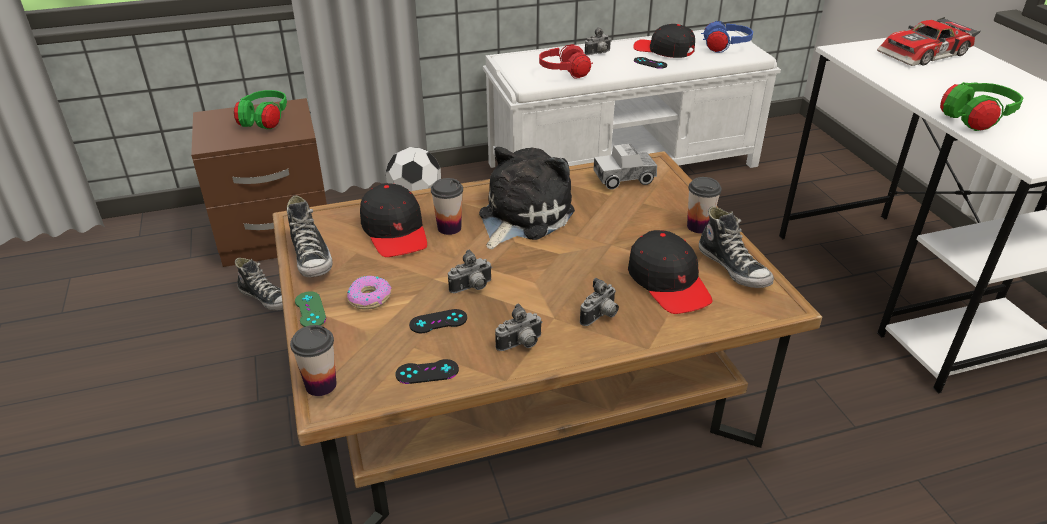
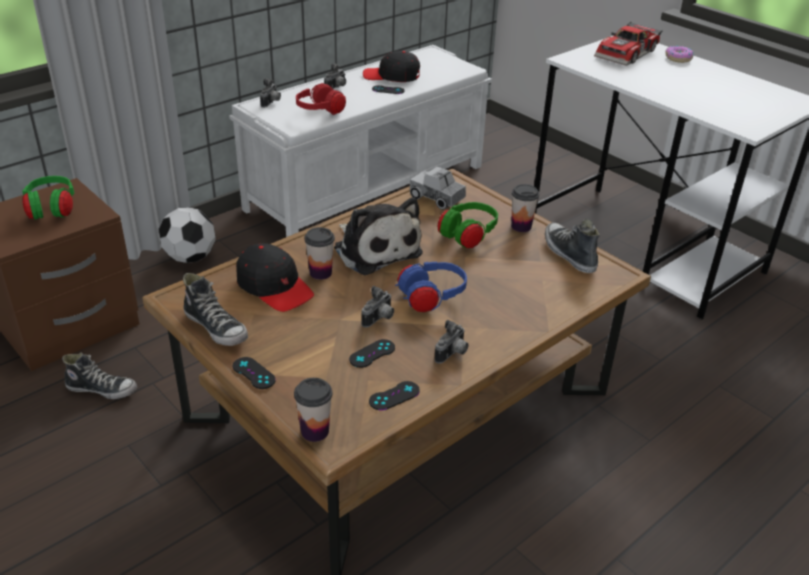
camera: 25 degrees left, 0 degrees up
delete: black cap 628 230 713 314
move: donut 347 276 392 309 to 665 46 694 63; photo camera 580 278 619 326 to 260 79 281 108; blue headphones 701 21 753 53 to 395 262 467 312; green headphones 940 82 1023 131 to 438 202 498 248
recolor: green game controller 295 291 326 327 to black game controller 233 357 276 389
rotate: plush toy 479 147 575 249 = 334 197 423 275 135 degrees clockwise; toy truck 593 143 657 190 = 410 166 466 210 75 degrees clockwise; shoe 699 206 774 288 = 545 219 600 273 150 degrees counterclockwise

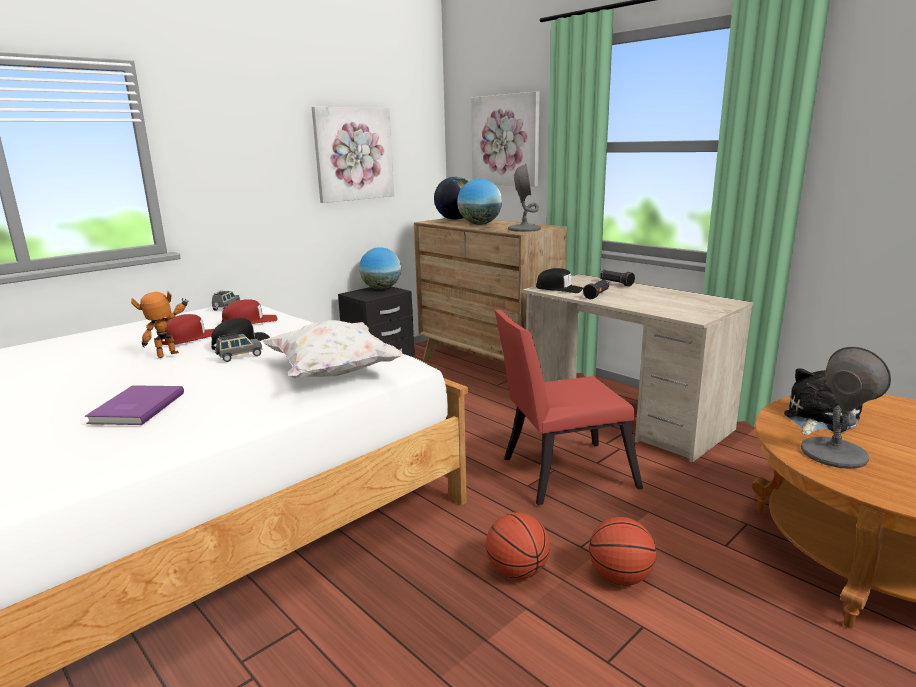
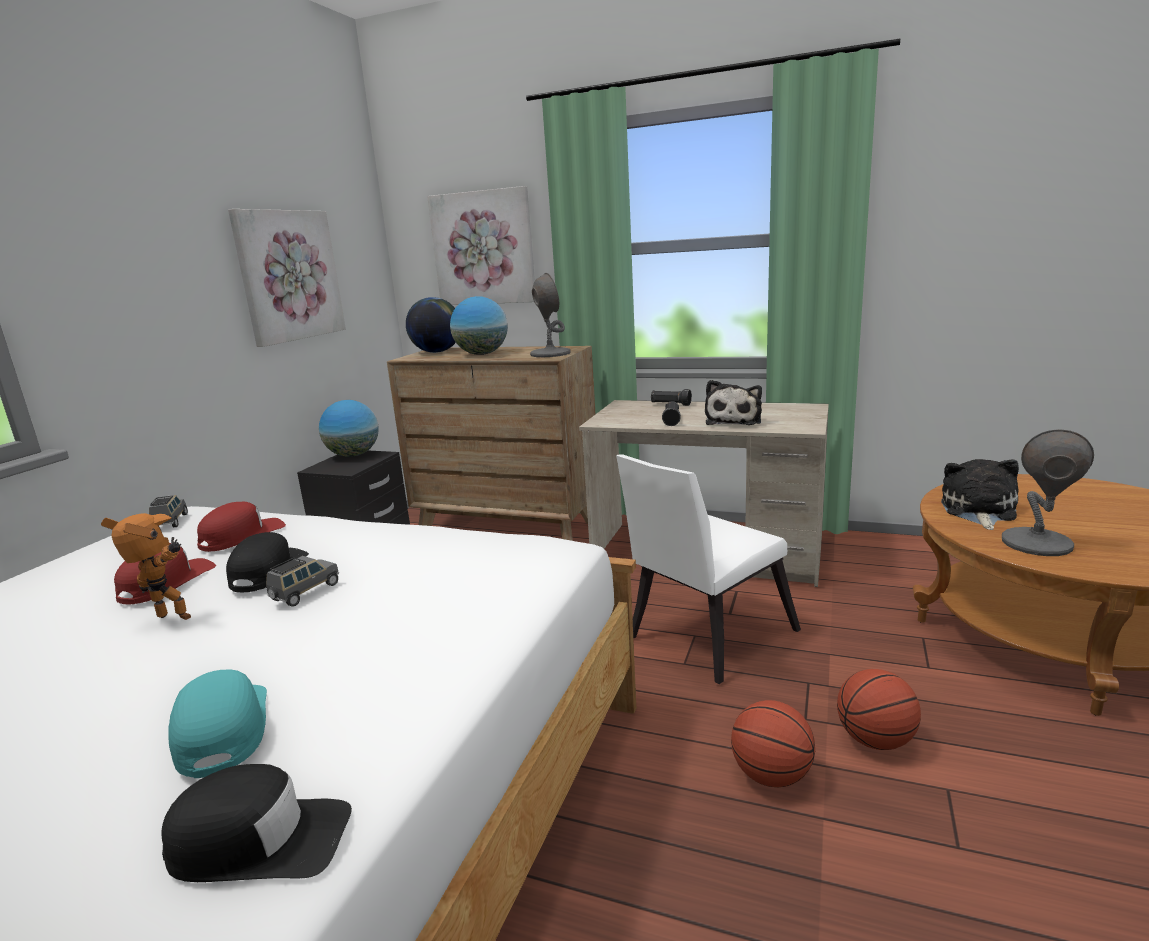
camera: 25 degrees left, 0 degrees up
delete: white pillow 263 320 403 378
insert: plush toy 705 380 762 425
move: black cap 536 268 583 293 to 162 764 352 882
replace: purple book 85 385 184 425 to turquoise cap 168 670 267 778
recolor: red chair 495 310 643 505 to white chair 616 454 801 684
rotate: toy robot 131 291 188 358 = 101 513 191 620 90 degrees clockwise

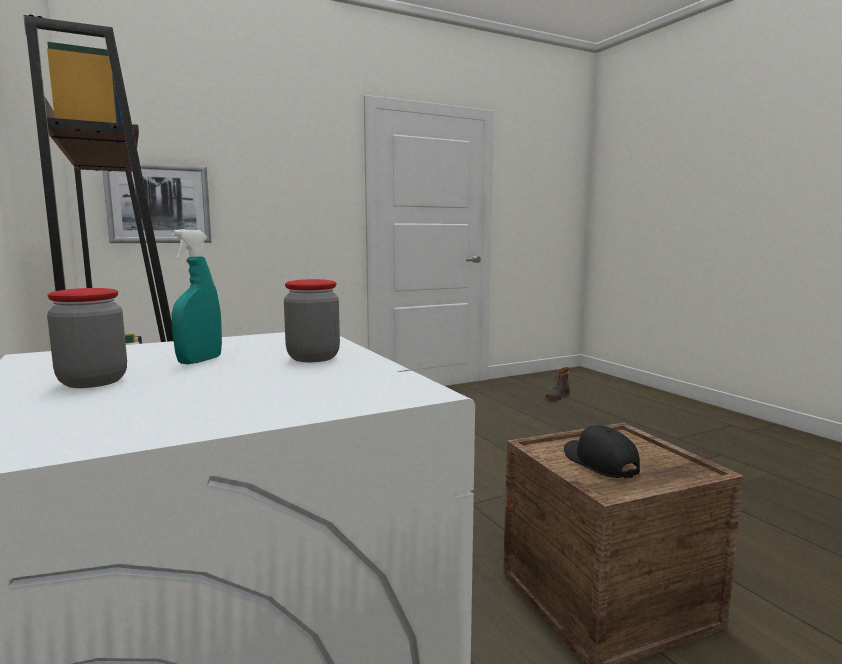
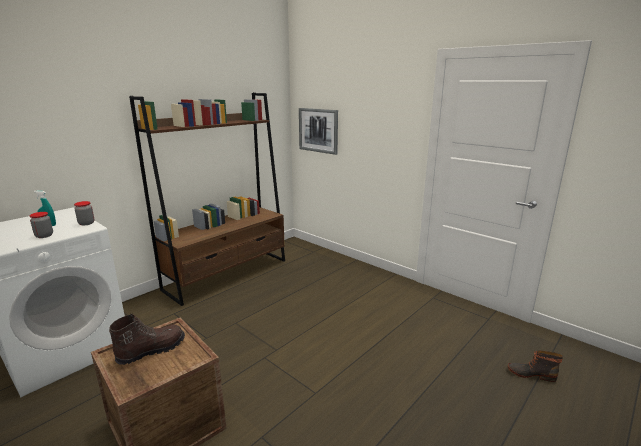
camera: 70 degrees right, 10 degrees up
move: jar 47 288 127 388 to 74 201 94 225
replace: black cap 564 425 640 478 to brown boot 109 314 185 365

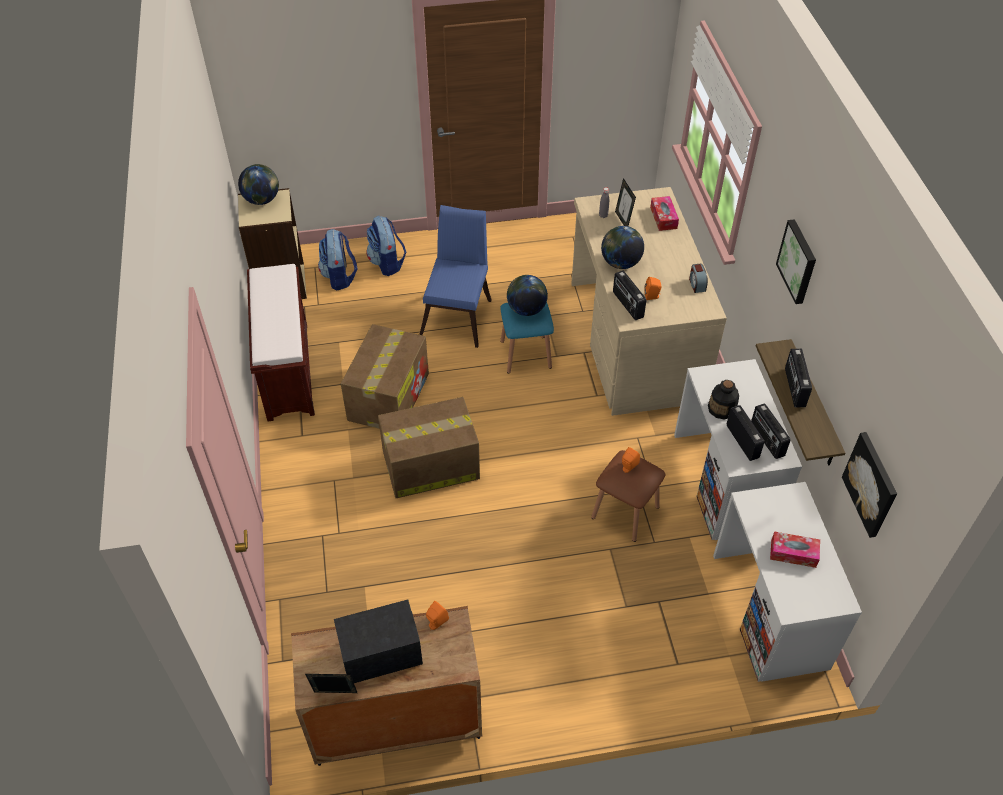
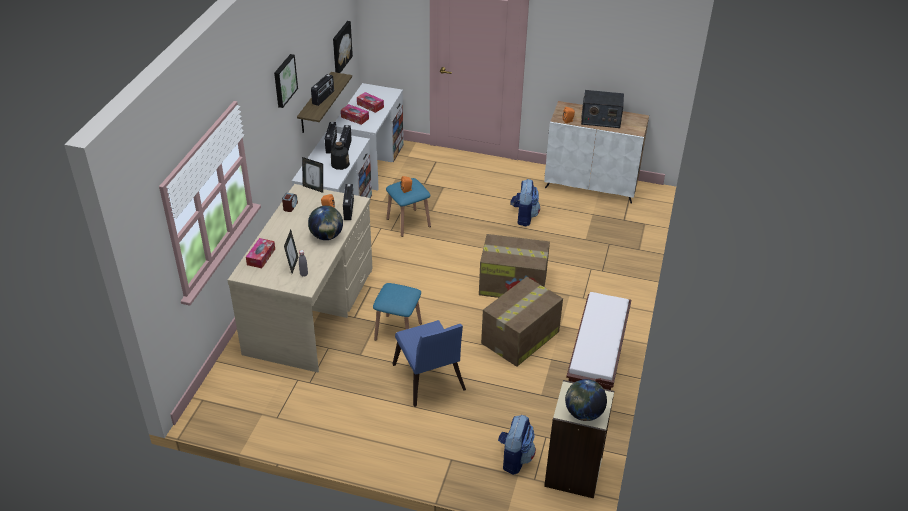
camera: 155 degrees left, 10 degrees down
delete: globe 507 275 548 316
insert: tissue box 341 104 369 125
move: picture frame 305 674 357 693 to 302 157 323 193; backpack 366 216 406 276 to 510 179 540 226
recolor: brown cabinet 291 606 482 766 to white cabinet 544 101 649 204; brown stool 591 450 666 542 to blue stool 386 178 431 237
rotate: blue chair 419 205 491 348 = 393 320 466 407 60 degrees counterclockwise

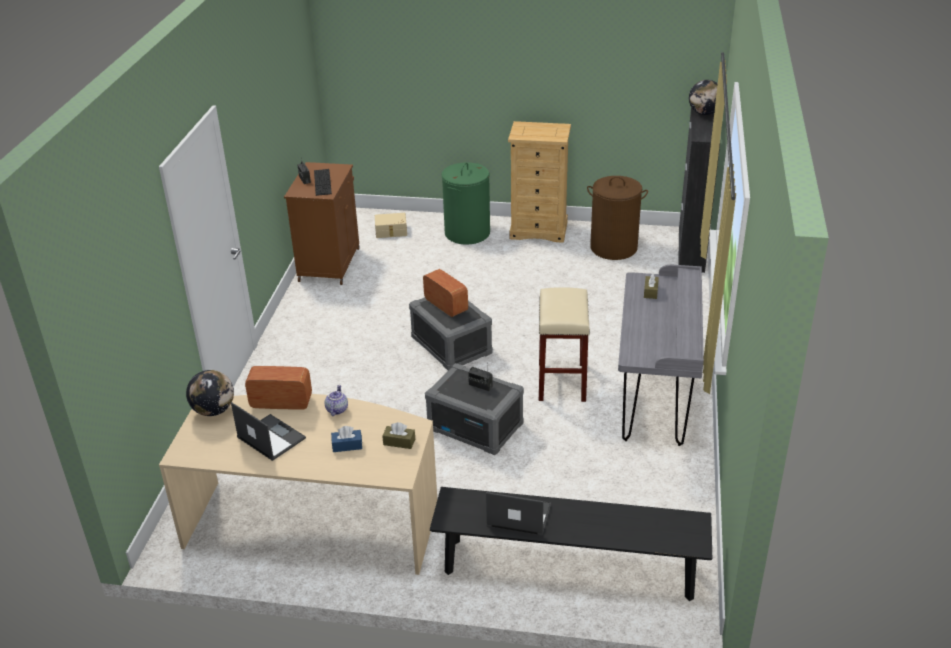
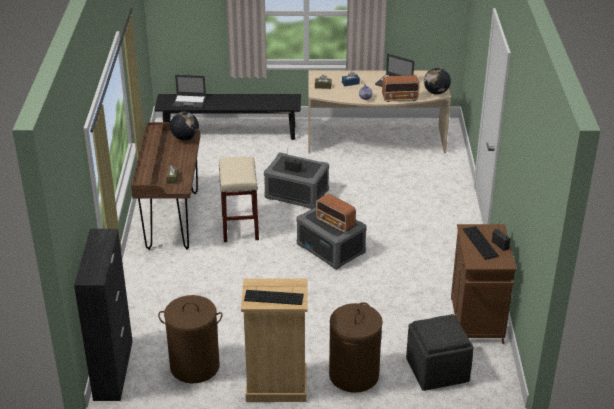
camera: 170 degrees right, 0 degrees up
insert: keyboard 244 290 304 305
move: laptop 486 492 551 536 to 173 75 206 108; globe 689 80 718 115 to 170 112 199 141
replace: beige storage box 375 213 407 238 to grey ottoman 406 314 474 391
recolor: green laundry basket 442 163 490 244 to brown laundry basket 329 302 383 393; grey desk 618 265 704 446 to brown desk 131 122 201 250

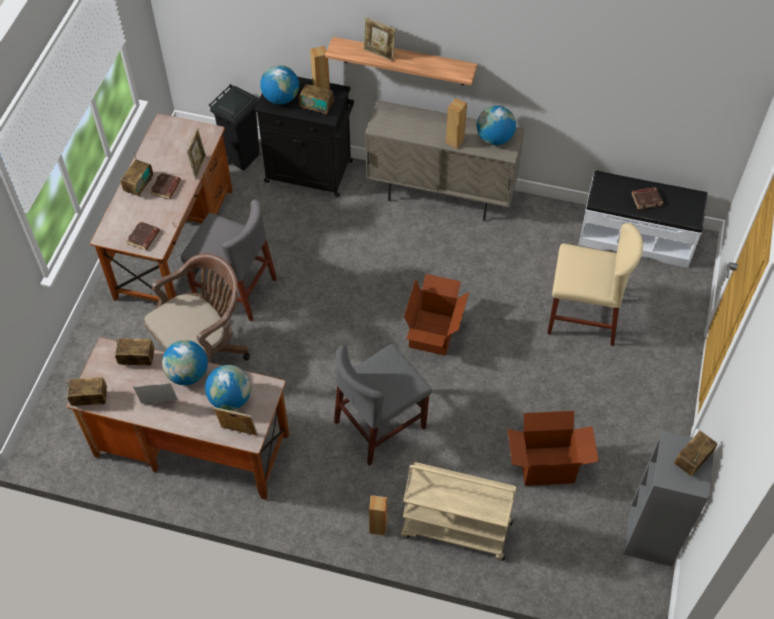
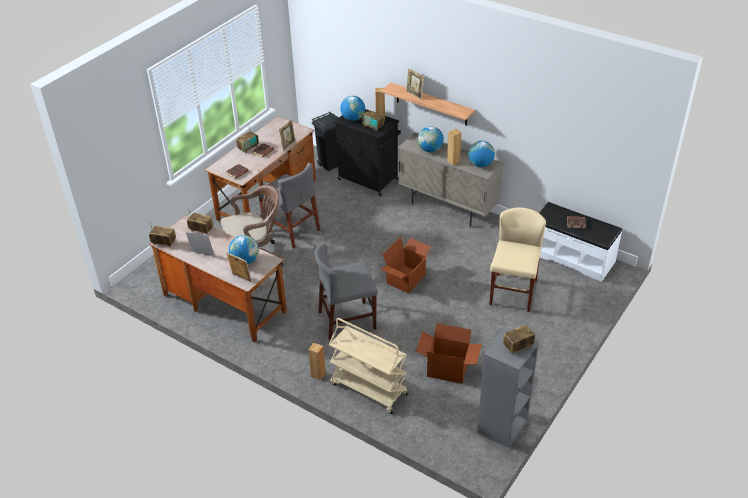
camera: 20 degrees right, 15 degrees down
move: globe 162 340 208 385 to 418 126 444 152
rotate: beige chair 547 223 643 346 = 489 207 546 312 105 degrees counterclockwise

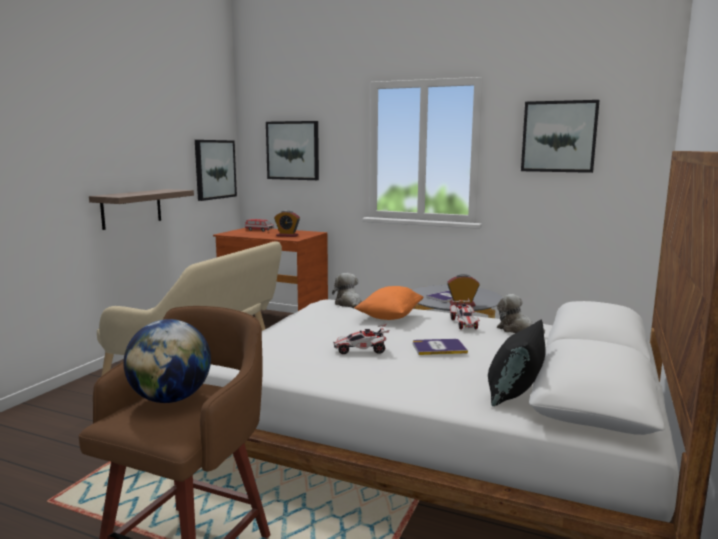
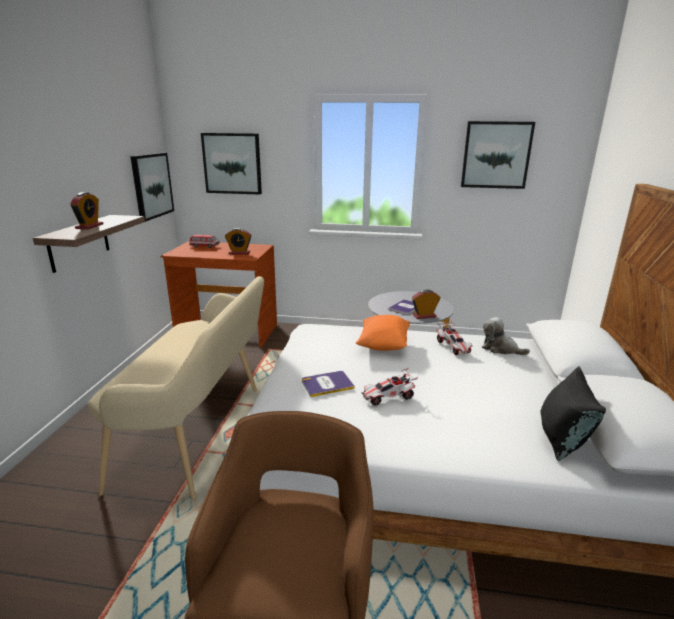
camera: 15 degrees left, 10 degrees up
delete: globe 123 319 211 403; plush toy 332 273 362 309
insert: alarm clock 70 192 103 229
move: book 413 339 468 355 to 302 371 355 397

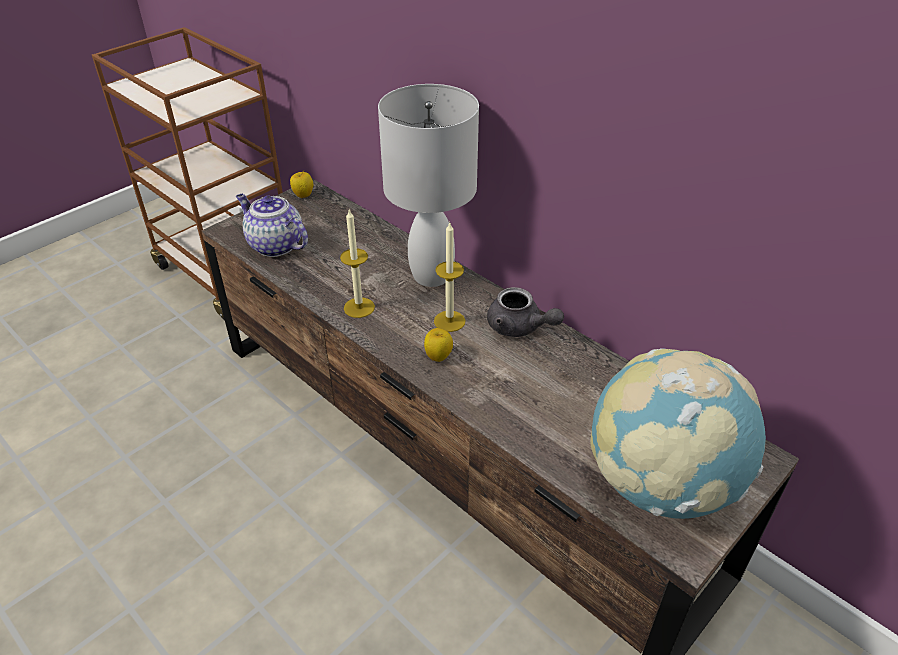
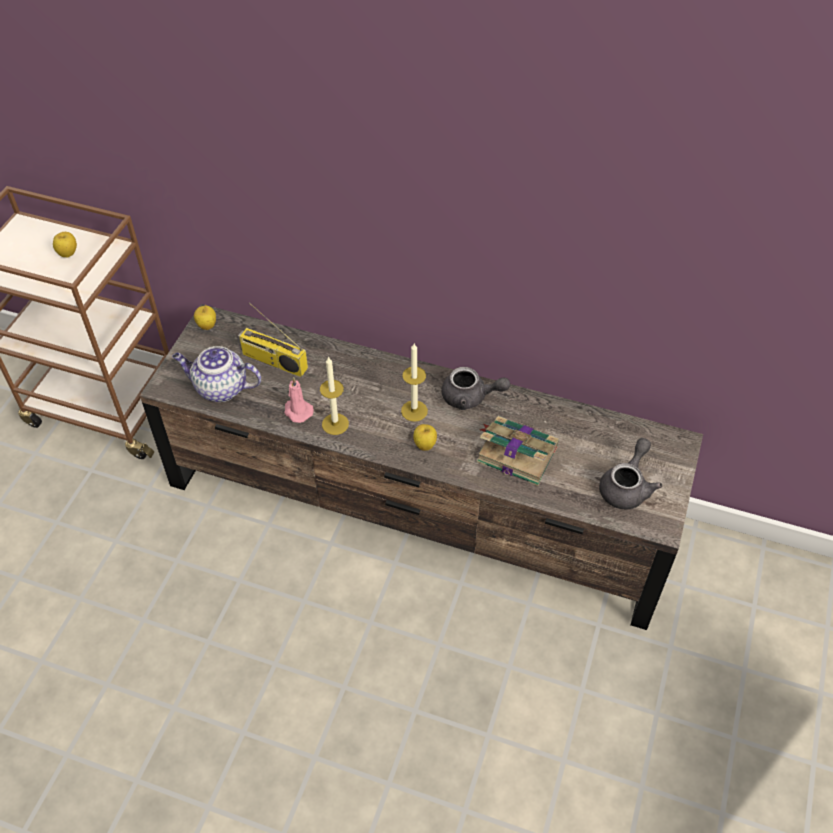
camera: 25 degrees left, 10 degrees up
delete: white table lamp 378 84 479 287
insert: apple 53 232 77 258; radio 238 302 308 377; pink candle 284 377 314 423; book 476 416 559 486
replace: globe 590 348 766 519 to grey teapot 599 438 662 509

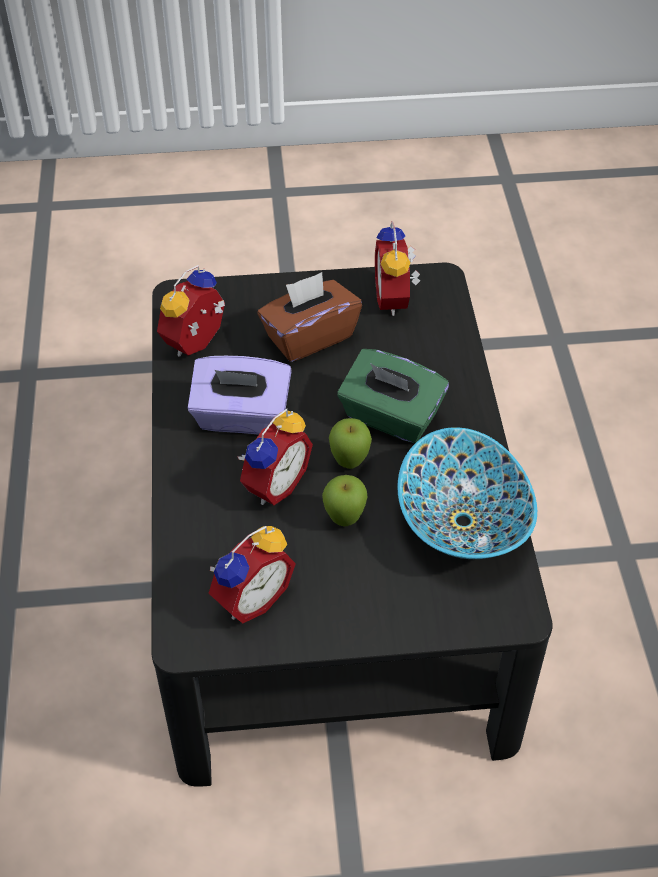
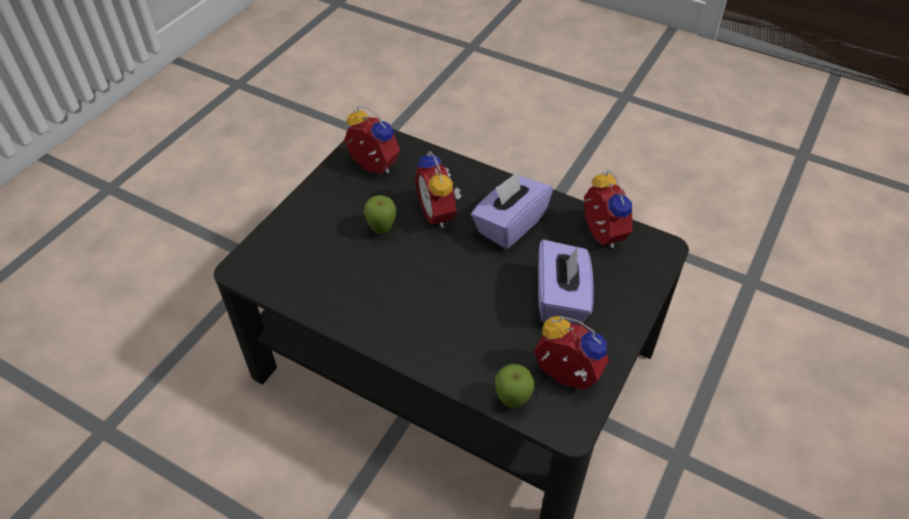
camera: 125 degrees right, 0 degrees up
delete: green tissue box 337 349 449 443; bowl 397 427 537 559
move: apple 329 418 372 469 to 495 364 535 408
recolor: brown tissue box 258 272 362 362 to purple tissue box 538 240 594 324
rotate: alarm clock 209 526 296 623 = 344 106 400 173 135 degrees clockwise

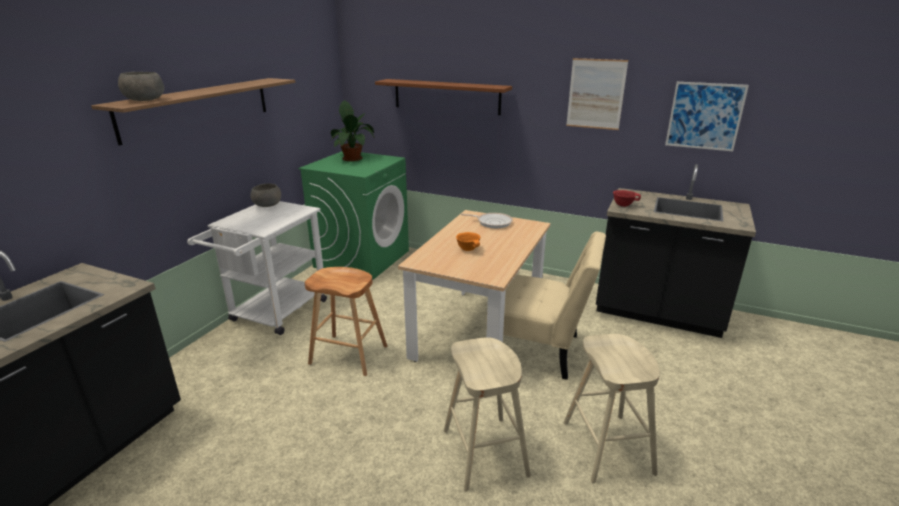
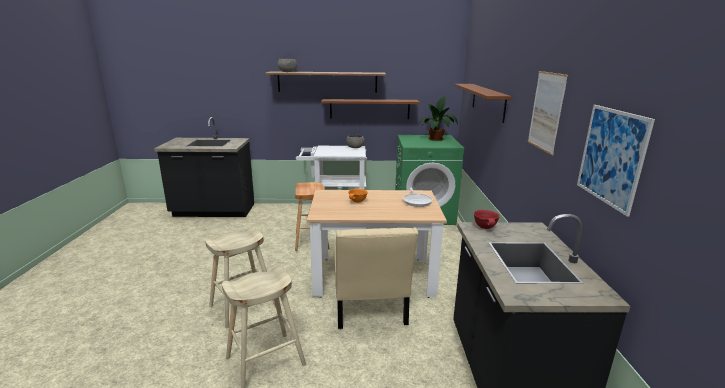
camera: 65 degrees right, 5 degrees down
insert: brown shelf 321 99 420 119

